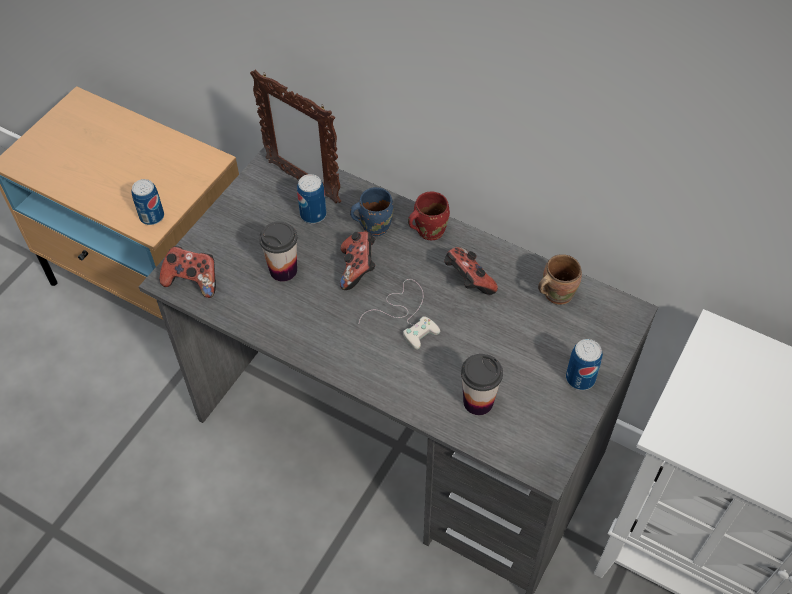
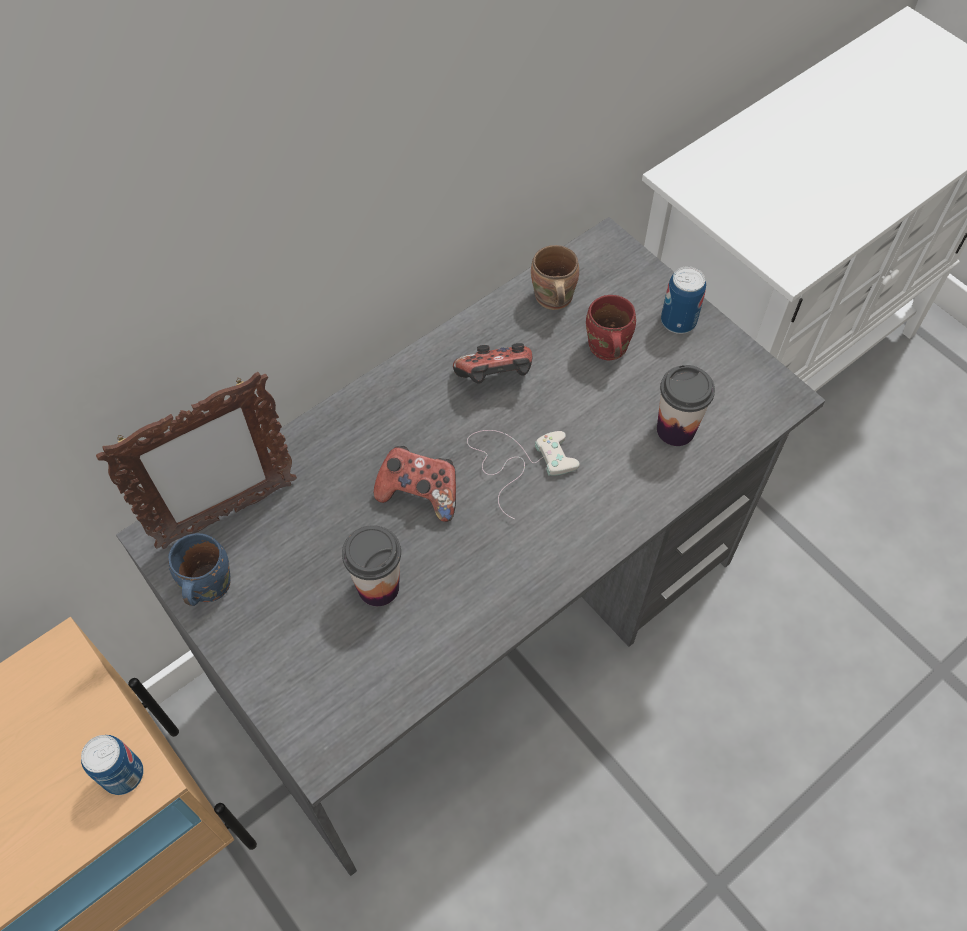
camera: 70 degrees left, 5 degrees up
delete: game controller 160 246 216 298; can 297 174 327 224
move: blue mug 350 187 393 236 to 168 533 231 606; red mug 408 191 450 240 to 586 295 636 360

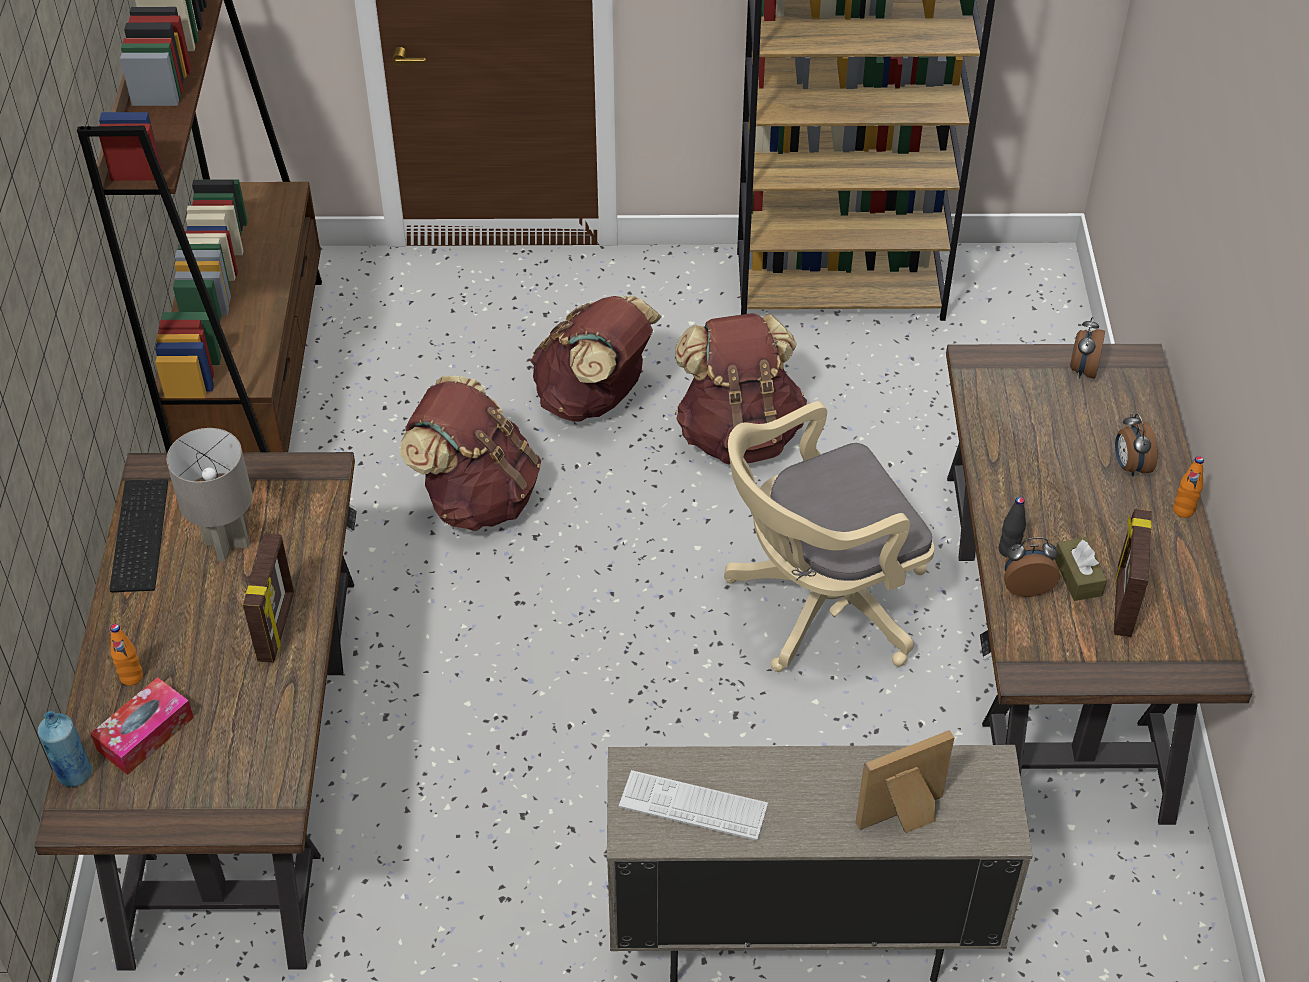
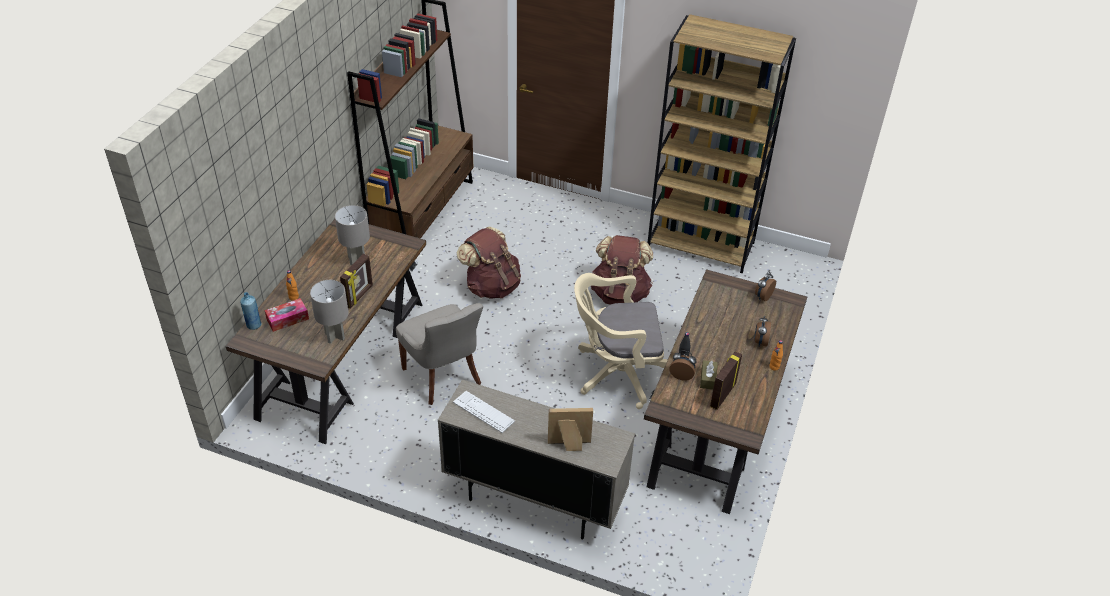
camera: 20 degrees right, 5 degrees down
delete: keyboard 109 479 168 593; brown backpack 530 295 662 422
insert: grey table lamp 310 280 348 344; grey chair 396 303 483 405

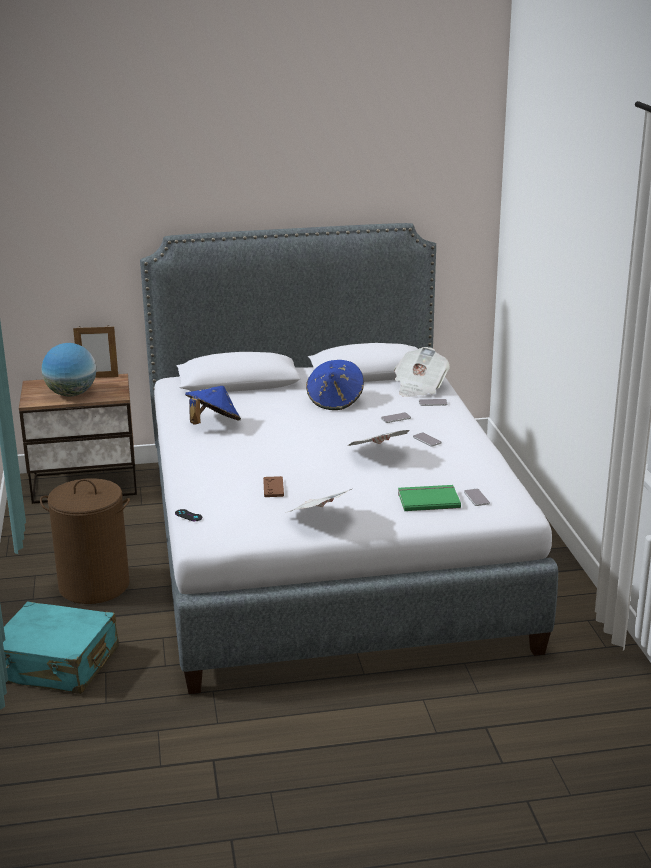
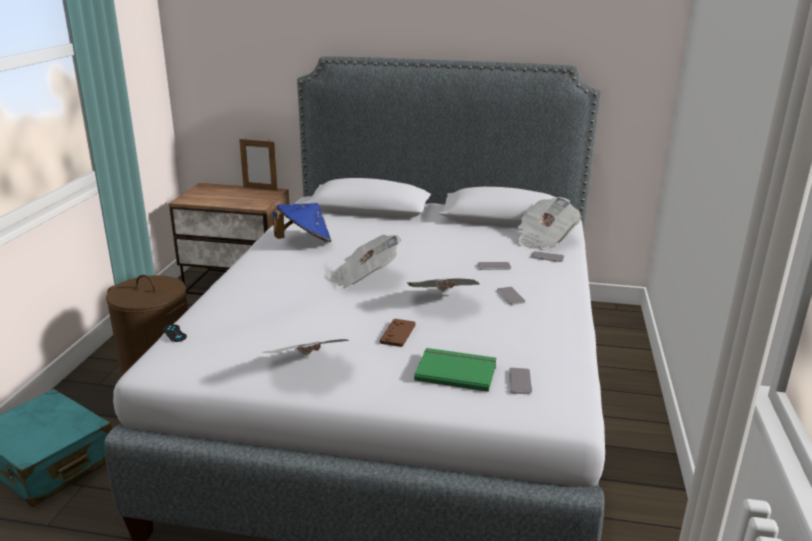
camera: 20 degrees right, 0 degrees up
delete: globe 42 343 96 397; blue hat 306 360 364 410
insert: newspaper 326 235 401 288
move: brown game controller 263 476 284 497 to 380 319 416 347

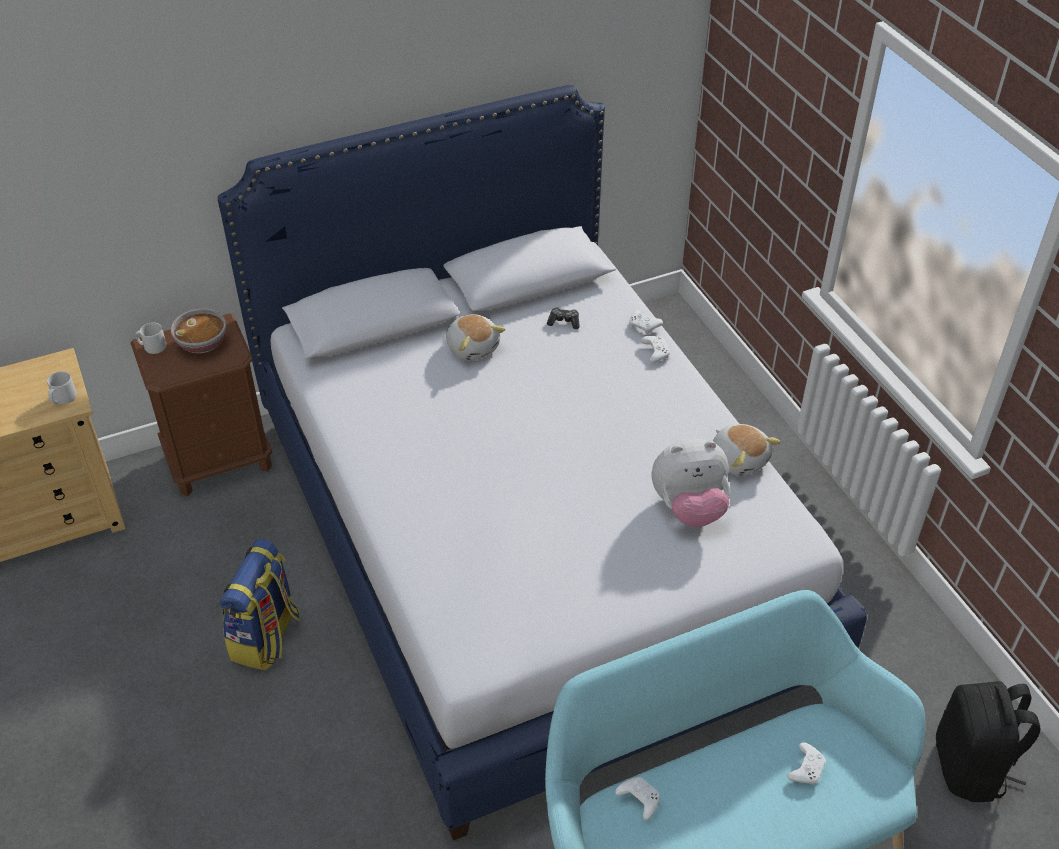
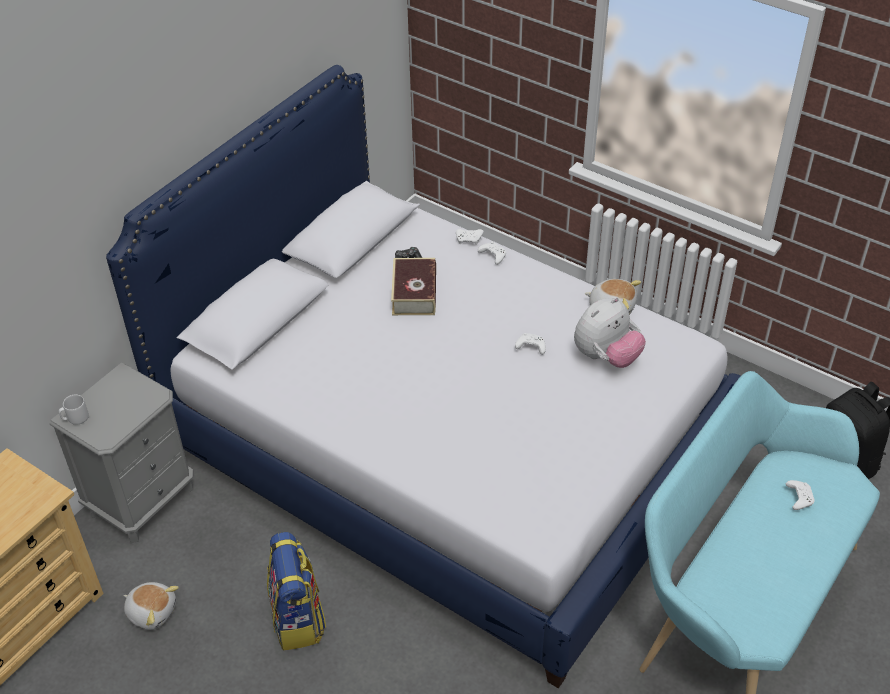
camera: 30 degrees left, 0 degrees up
delete: grey mug 47 371 77 404; bowl 171 309 226 353
insert: book 391 258 436 315
move: plush toy 446 314 505 361 to 124 582 179 630; white game controller 615 777 660 820 to 515 333 546 355
recolor: brown nightstand 131 313 272 496 to grey nightstand 50 363 194 543

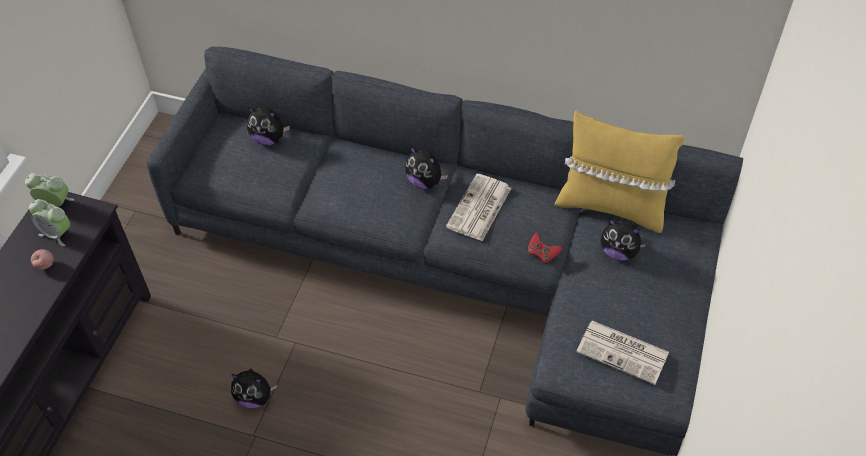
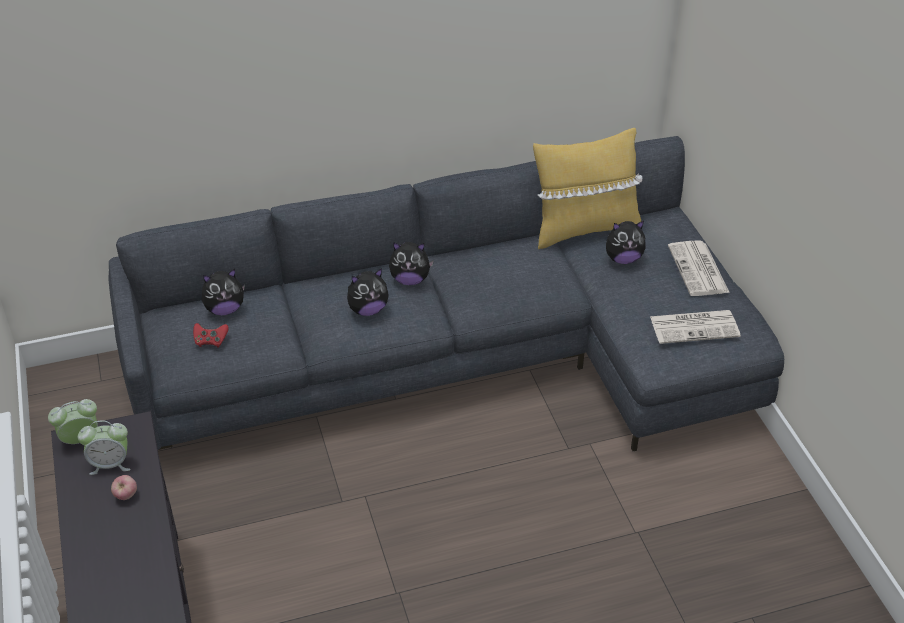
camera: 35 degrees left, 10 degrees down
move: plush toy 231 368 277 408 to 347 268 389 316; newspaper 446 174 511 241 to 668 240 730 296; red game controller 528 233 562 263 to 193 323 229 348

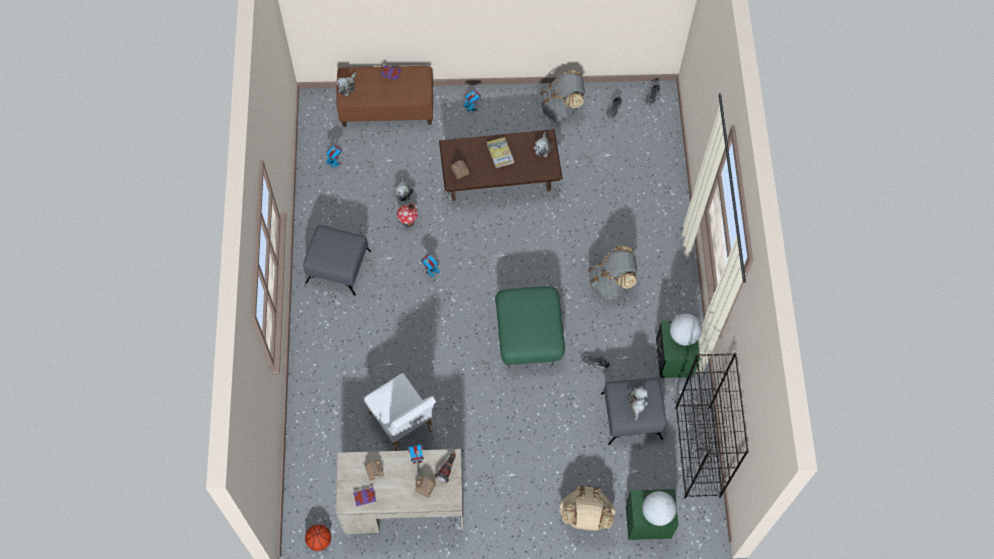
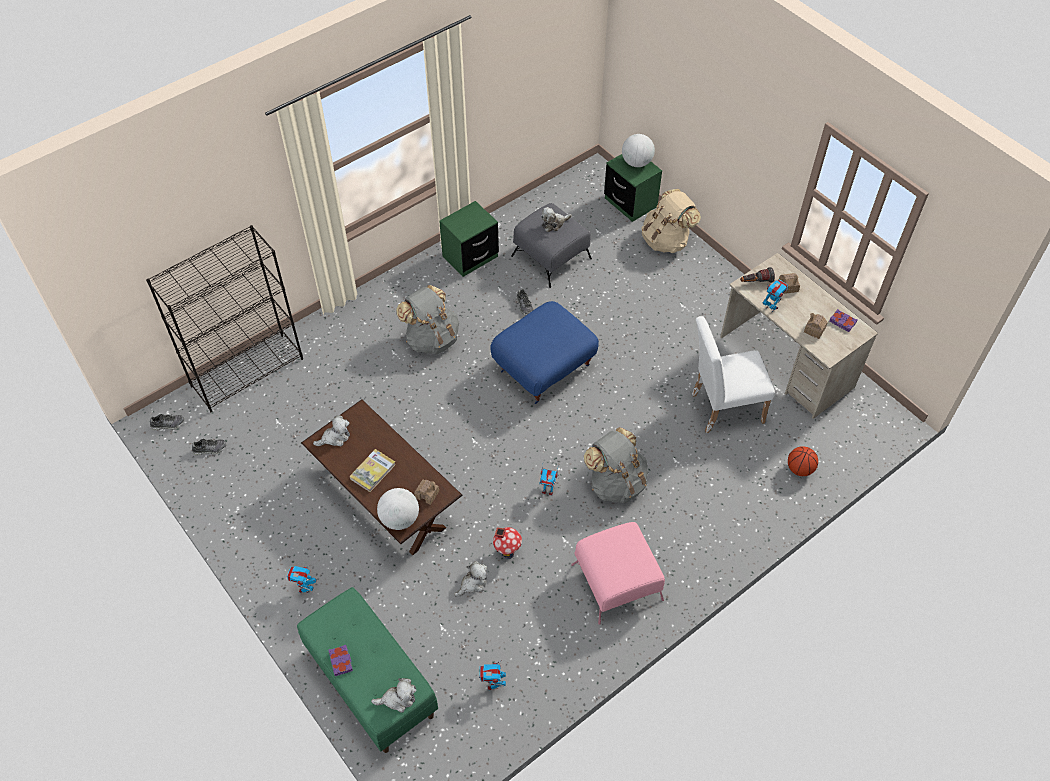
camera: 125 degrees left, 10 degrees down
move: basketball 305 525 331 551 to 788 446 818 476; grey backpack 540 70 585 122 to 584 427 648 504; globe 670 314 702 346 to 377 488 419 530; black bookcase 675 353 749 498 to 146 225 303 413
recolor: grey ottoman 303 225 371 296 to pink ottoman 571 522 665 625; brown bench 336 66 433 127 to green bench 297 587 438 753; green ottoman 495 286 565 368 to blue ottoman 490 301 599 404
rotate: white chair 364 373 436 451 = 692 316 775 433 120 degrees counterclockwise

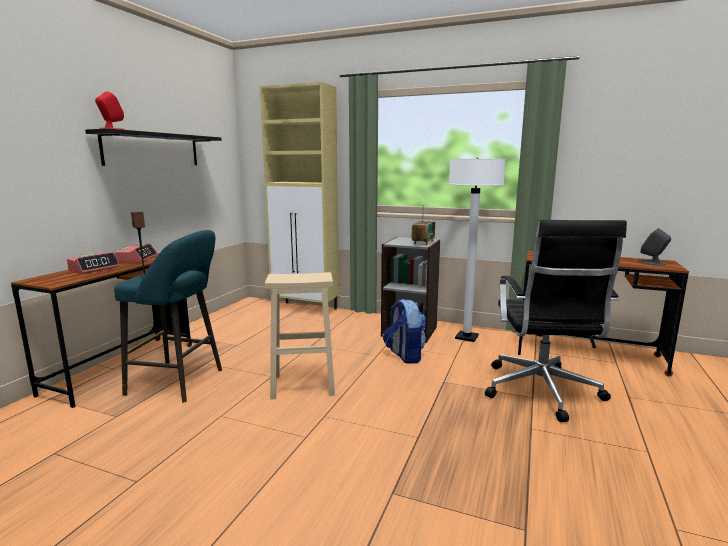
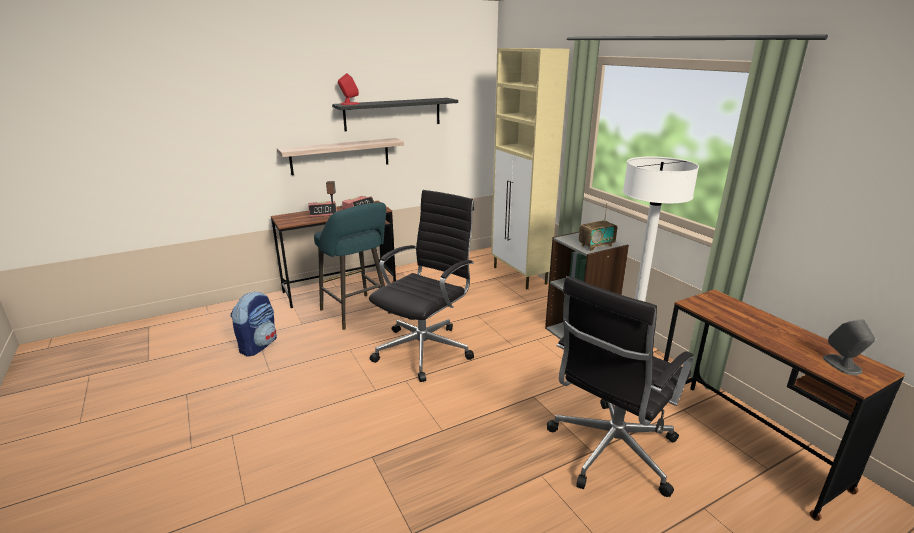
camera: 40 degrees right, 10 degrees up
insert: shelf 277 138 404 175
move: backpack 383 299 426 364 to 231 291 277 357
replace: beige stool 265 272 335 399 to black office chair 369 190 474 382

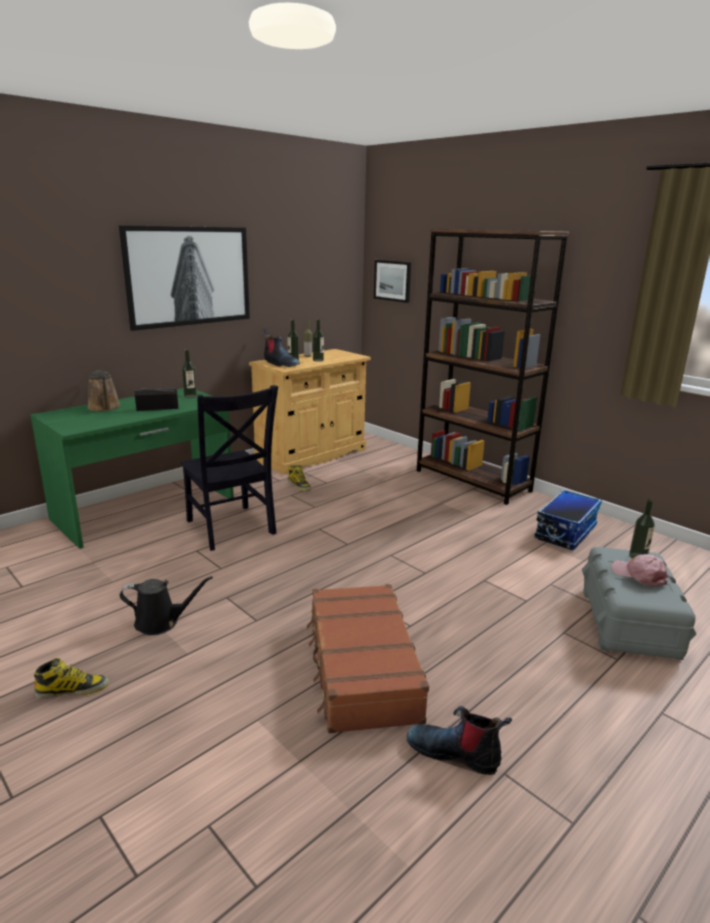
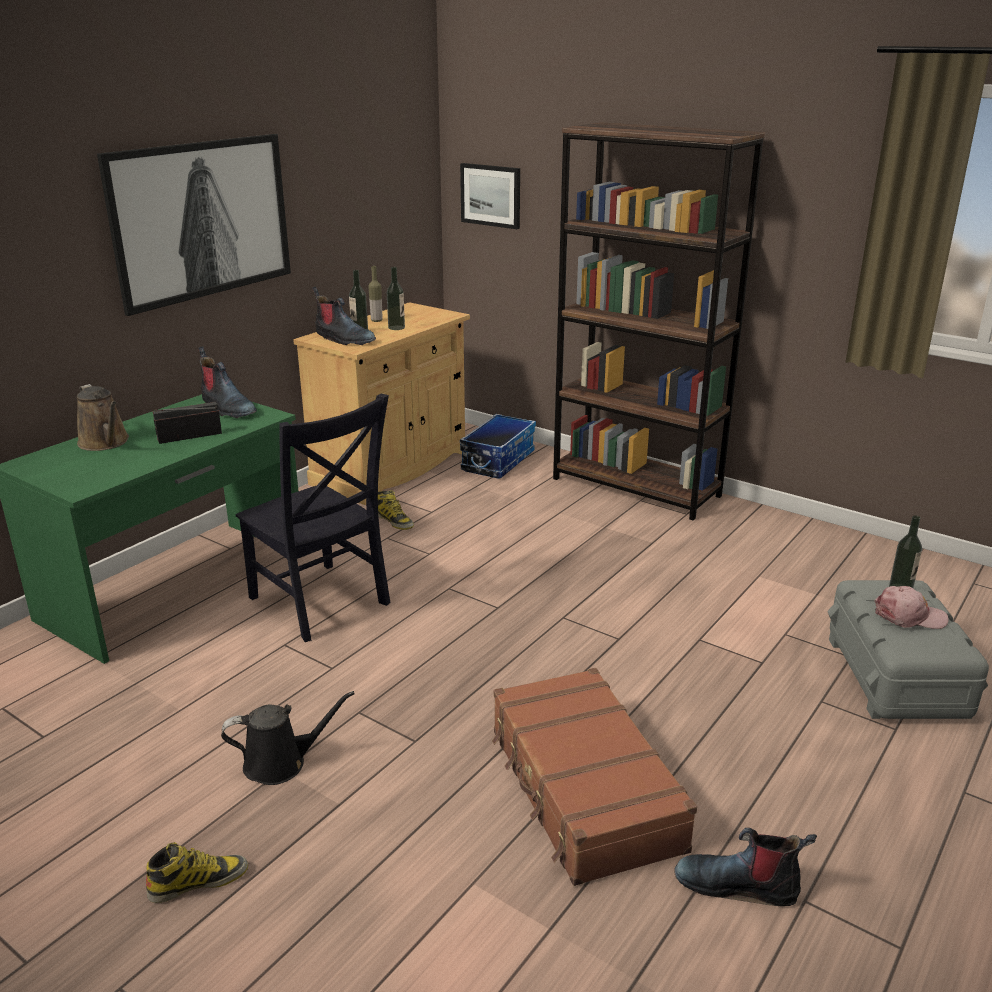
camera: 10 degrees left, 5 degrees up
move: storage box 534 490 602 550 to 460 414 536 479
replace: bottle 182 350 197 398 to boot 198 347 257 418
rotate: pink cap 611 554 669 587 = 874 586 949 629 150 degrees clockwise

